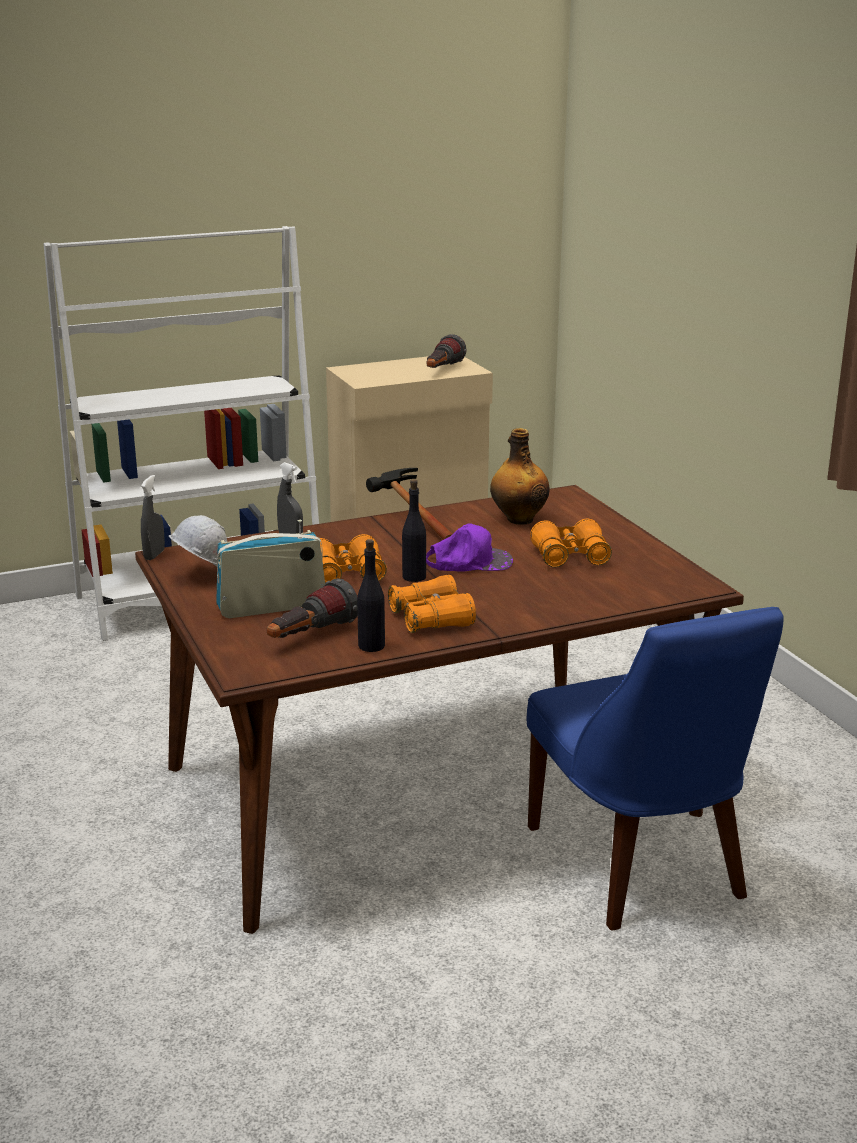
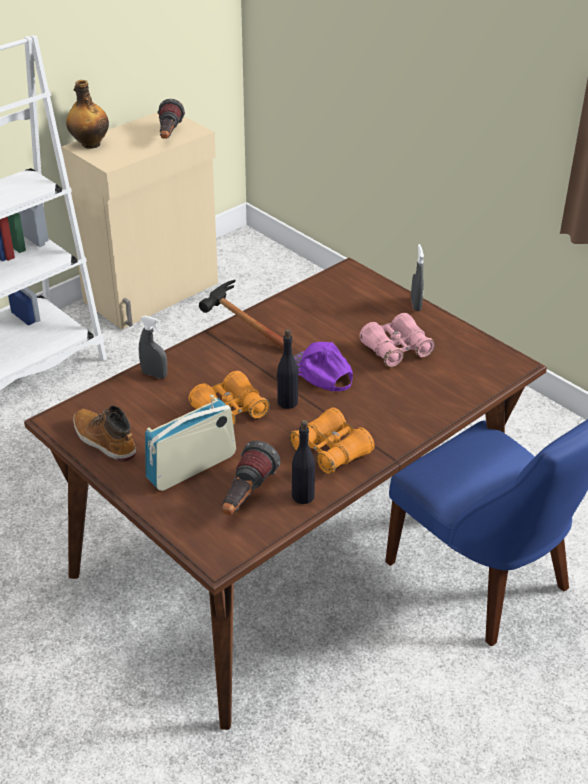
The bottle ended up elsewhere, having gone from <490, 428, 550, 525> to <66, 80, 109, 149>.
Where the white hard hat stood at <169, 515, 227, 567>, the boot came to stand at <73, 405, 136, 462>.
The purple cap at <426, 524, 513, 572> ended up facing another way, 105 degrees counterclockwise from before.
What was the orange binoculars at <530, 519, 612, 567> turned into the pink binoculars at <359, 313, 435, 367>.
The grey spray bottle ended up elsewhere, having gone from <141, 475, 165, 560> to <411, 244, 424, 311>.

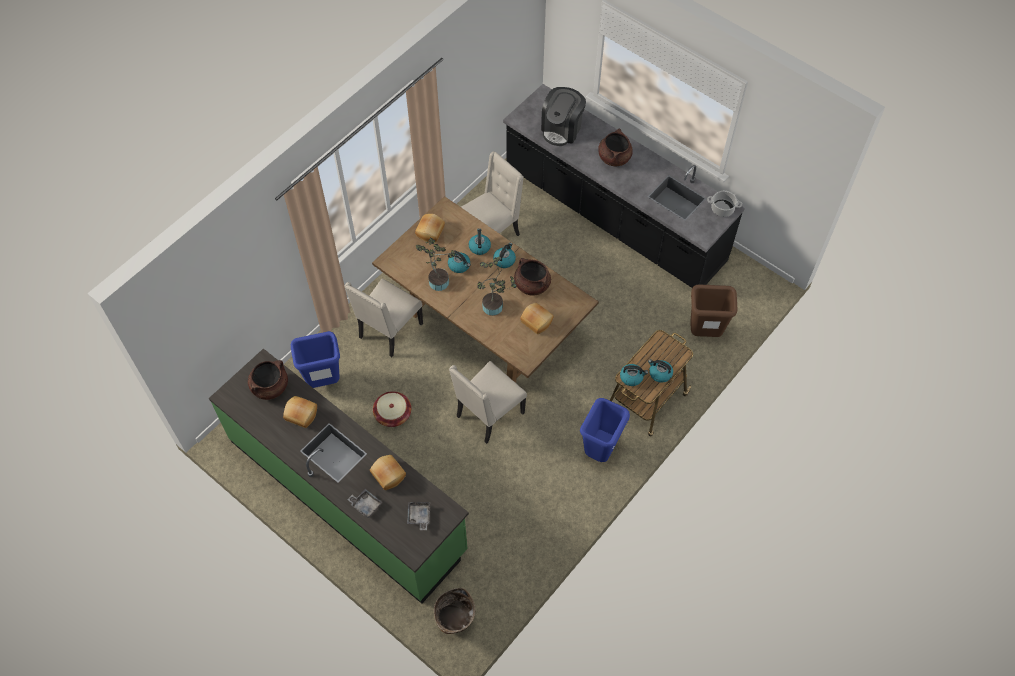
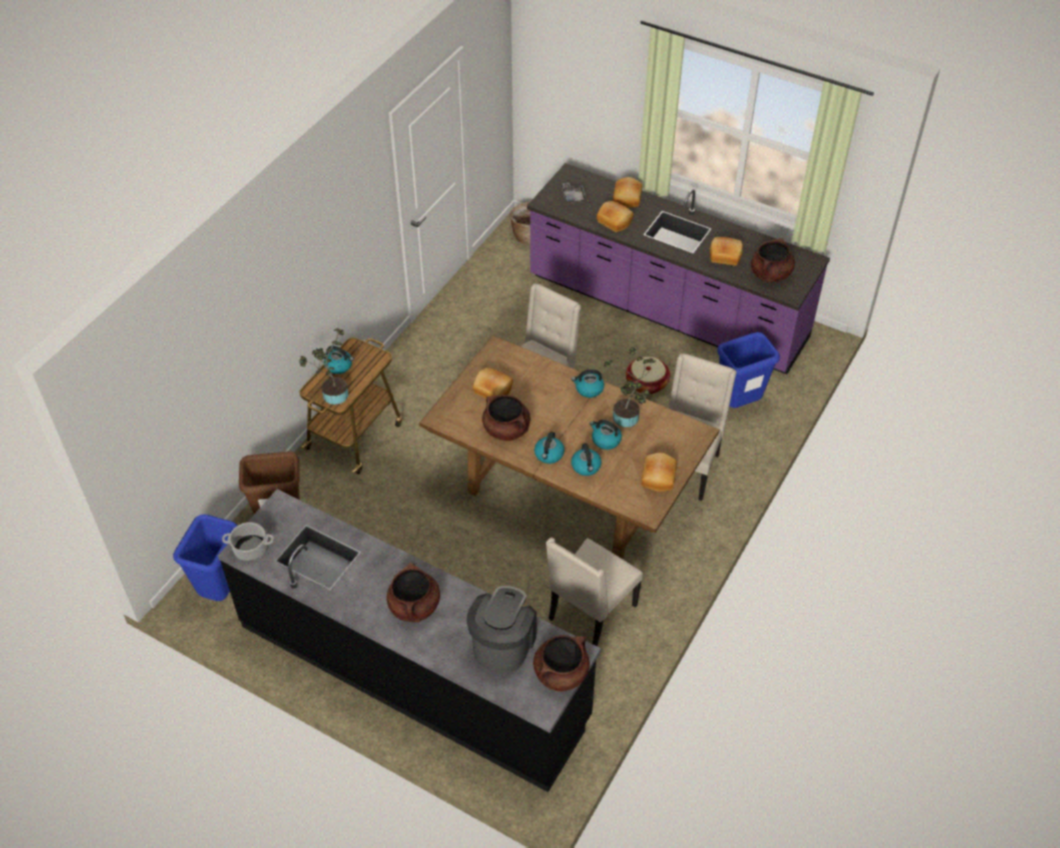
The blue trash can ended up elsewhere, having gone from <580, 398, 630, 462> to <173, 514, 238, 601>.
The potted plant ended up elsewhere, having gone from <477, 257, 517, 316> to <299, 328, 349, 405>.
What was the green counter at <209, 348, 469, 604> turned into the purple counter at <527, 163, 830, 375>.
The second view gained the brown cooking pot at <533, 635, 590, 691>.
The kettle ended up elsewhere, having gone from <620, 364, 648, 386> to <571, 370, 604, 398>.
Where the grey tray stood at <347, 489, 383, 518>, the bread came to stand at <613, 177, 642, 208>.

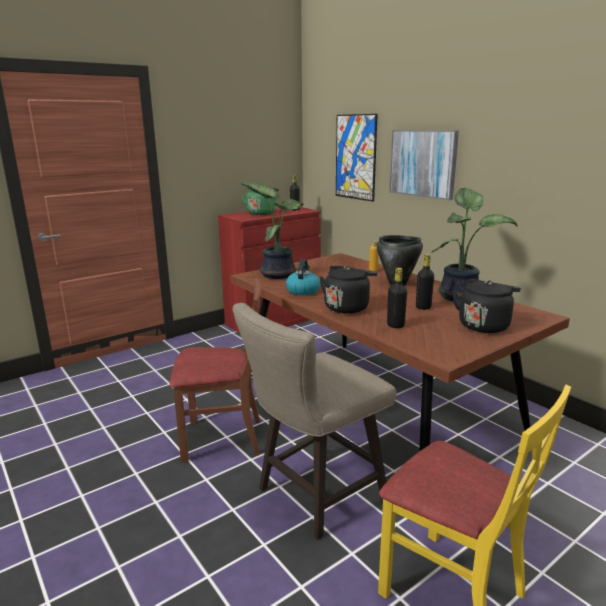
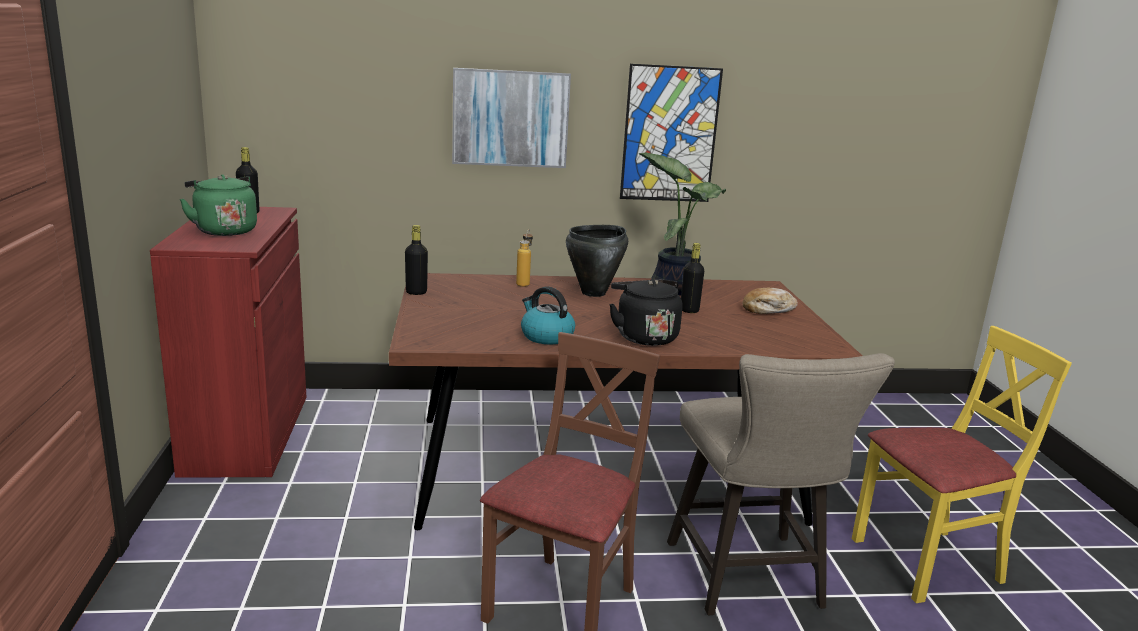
The black bottle ended up elsewhere, having gone from <387, 268, 407, 328> to <405, 225, 428, 295>.
The picture ended up elsewhere, having gone from <336, 114, 378, 202> to <620, 64, 723, 202>.
Where the black kettle stood at <452, 279, 521, 333>, the bread came to stand at <743, 287, 798, 314>.
The second view lost the potted plant at <240, 182, 303, 279>.

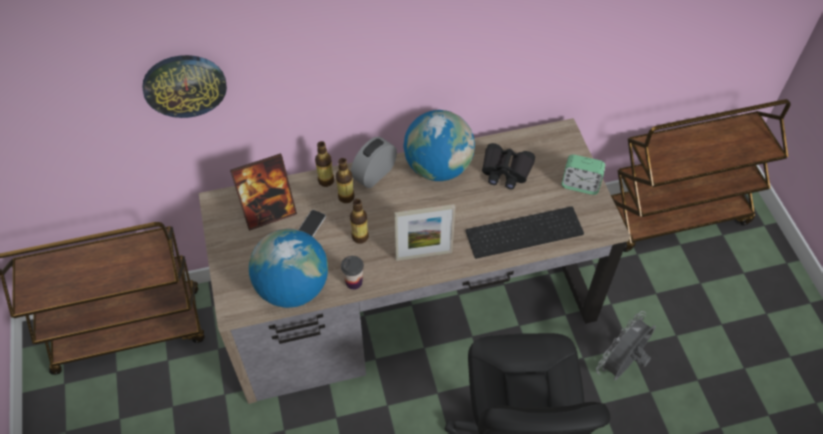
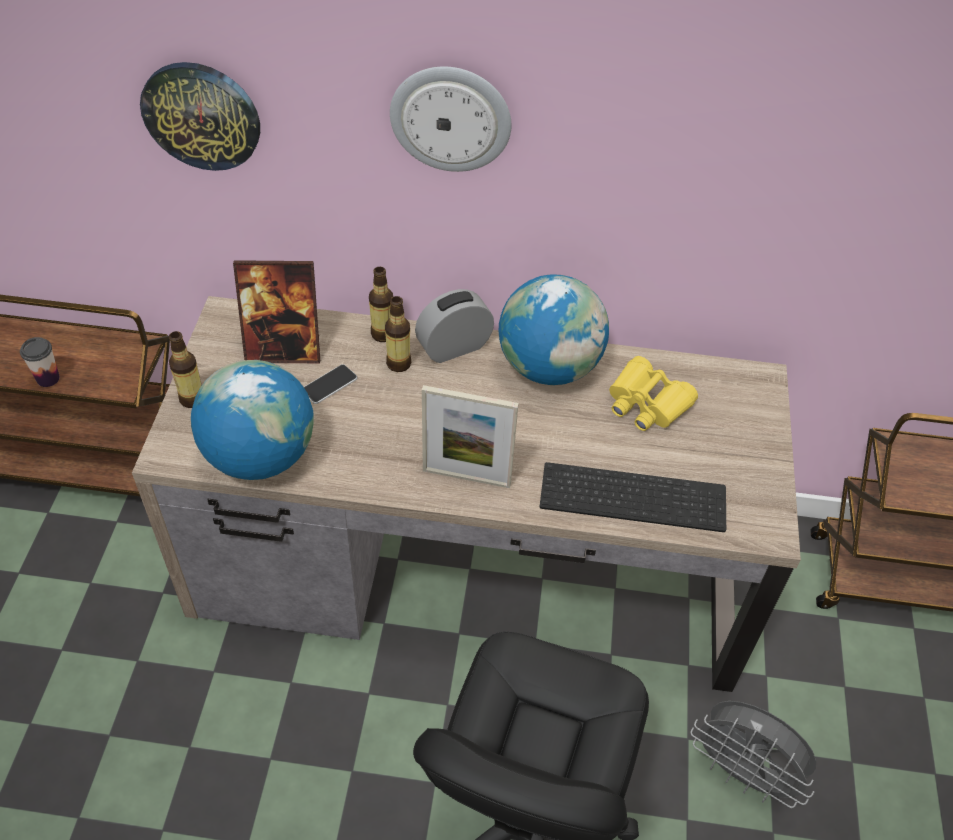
The cup ended up elsewhere, having gone from <341, 256, 364, 290> to <20, 337, 60, 387>.
The bottle ended up elsewhere, having gone from <350, 199, 369, 244> to <169, 331, 202, 408>.
The second view gained the wall clock at <390, 66, 511, 172>.
What was the black binoculars at <482, 143, 535, 189> turned into the yellow binoculars at <609, 356, 698, 431>.
The grey fan at <596, 311, 656, 380> ended up facing another way, 120 degrees counterclockwise from before.
The second view lost the alarm clock at <562, 154, 605, 195>.

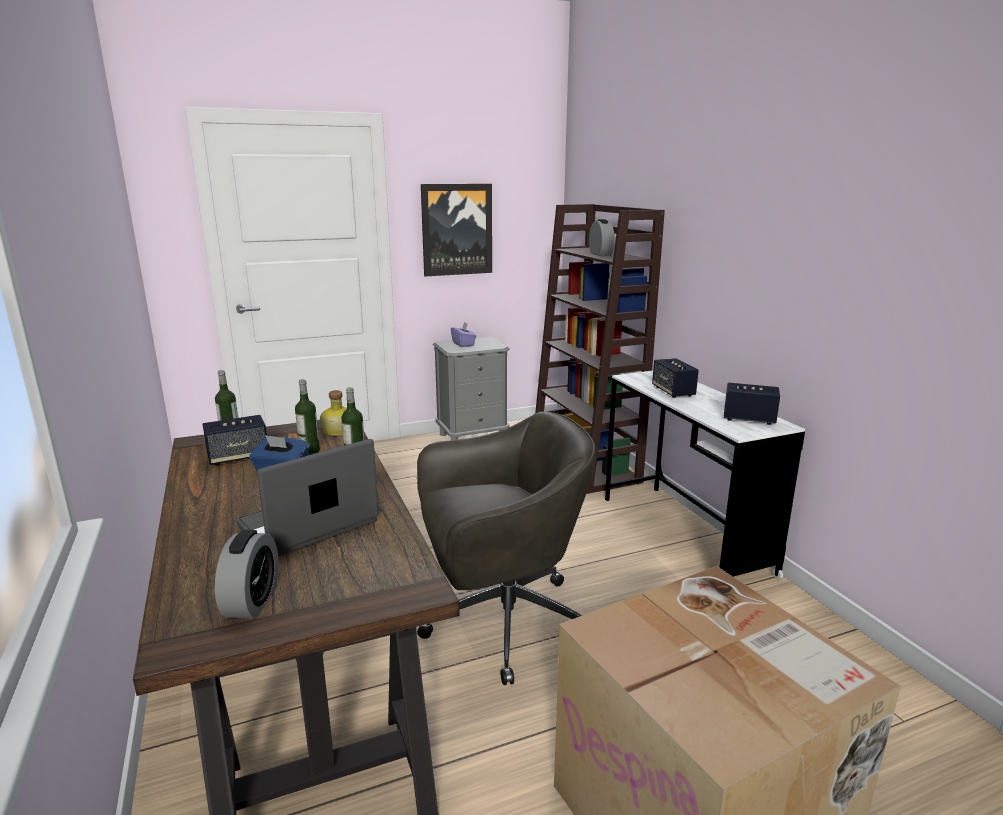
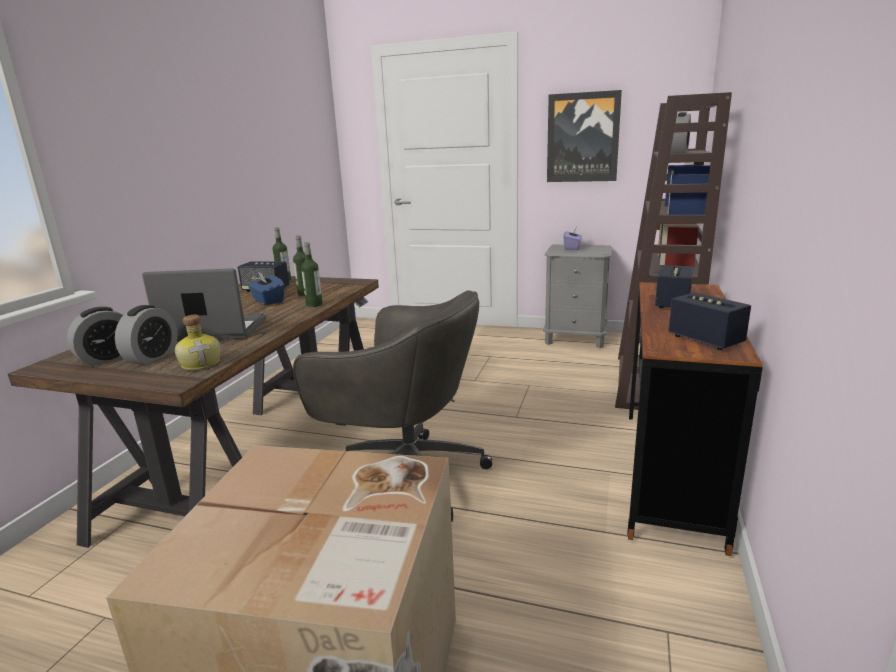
The second view gained the alarm clock at <115, 305, 178, 365>.
The bottle ended up elsewhere, having gone from <320, 390, 347, 436> to <175, 315, 220, 370>.
What was the white desk at <605, 371, 805, 579> turned into the brown desk at <627, 282, 763, 556>.

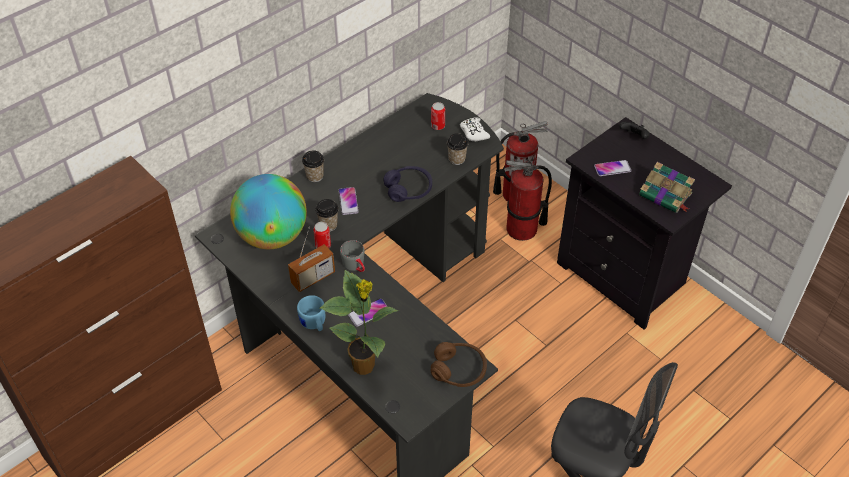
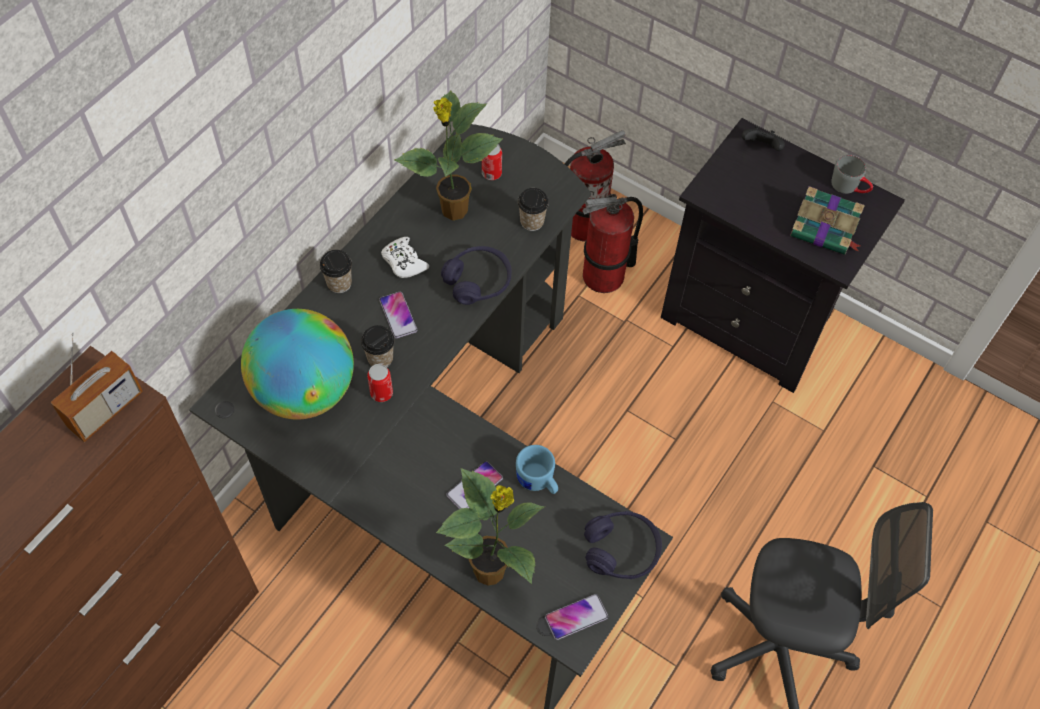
The radio ended up elsewhere, having gone from <288, 227, 335, 292> to <50, 333, 143, 442>.
The white game controller ended up elsewhere, having gone from <460, 117, 490, 142> to <381, 237, 429, 278>.
The second view gained the potted plant at <394, 90, 503, 220>.
The blue mug ended up elsewhere, having gone from <297, 295, 325, 331> to <516, 445, 558, 494>.
The phone ended up elsewhere, having gone from <594, 160, 631, 176> to <545, 594, 608, 640>.
What was the brown headphones at <430, 342, 487, 387> turned into the purple headphones at <584, 511, 662, 579>.
The grey mug ended up elsewhere, having gone from <340, 240, 365, 272> to <831, 155, 873, 194>.

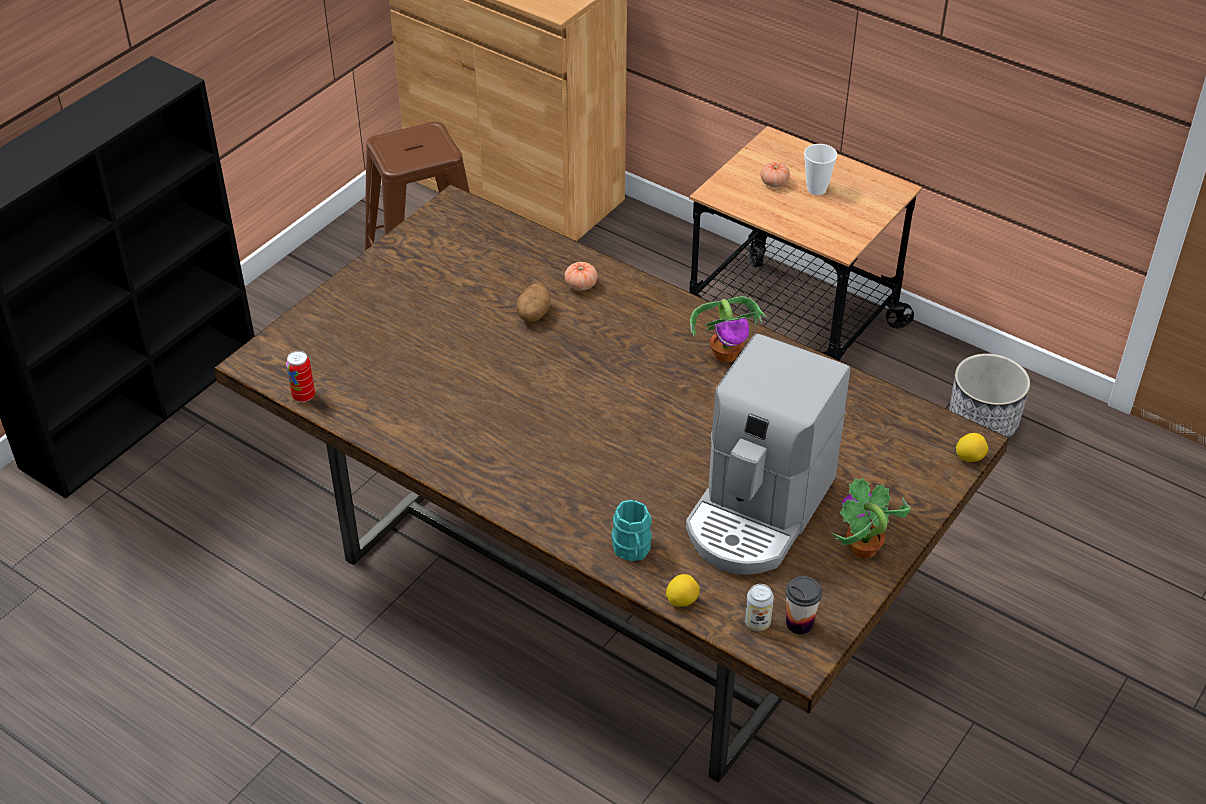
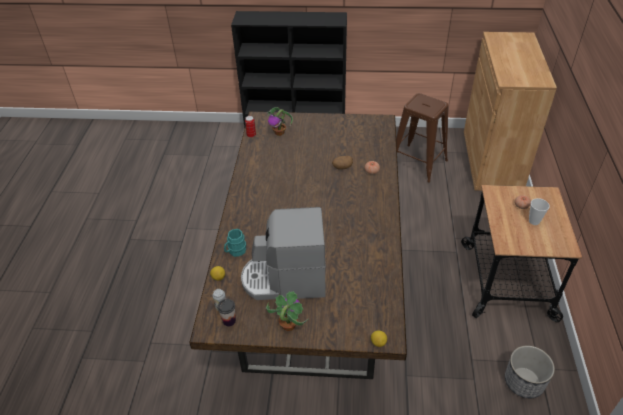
The potted plant ended up elsewhere, having gone from <690, 296, 767, 362> to <267, 107, 293, 136>.

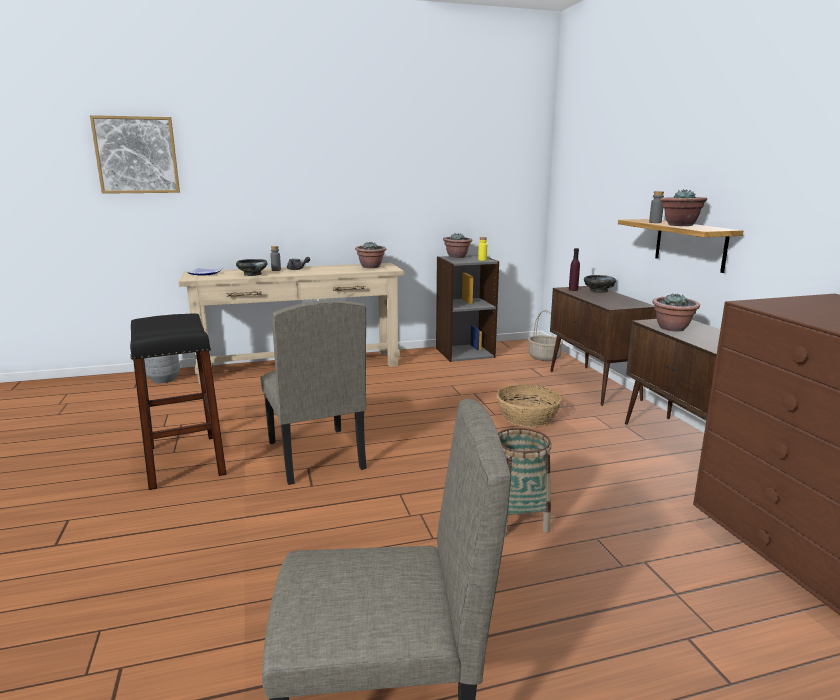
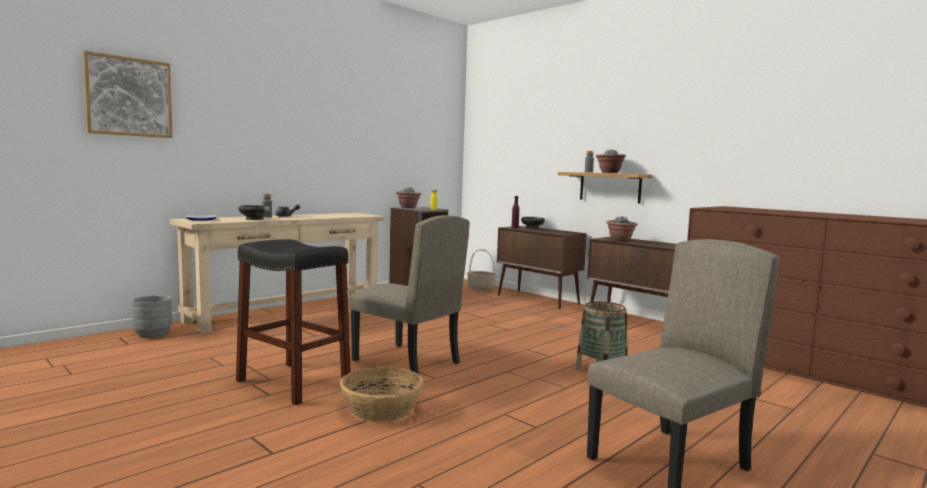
The basket ended up elsewhere, having gone from <497, 385, 562, 427> to <340, 366, 424, 422>.
The second view lost the potted plant at <355, 242, 386, 268>.

